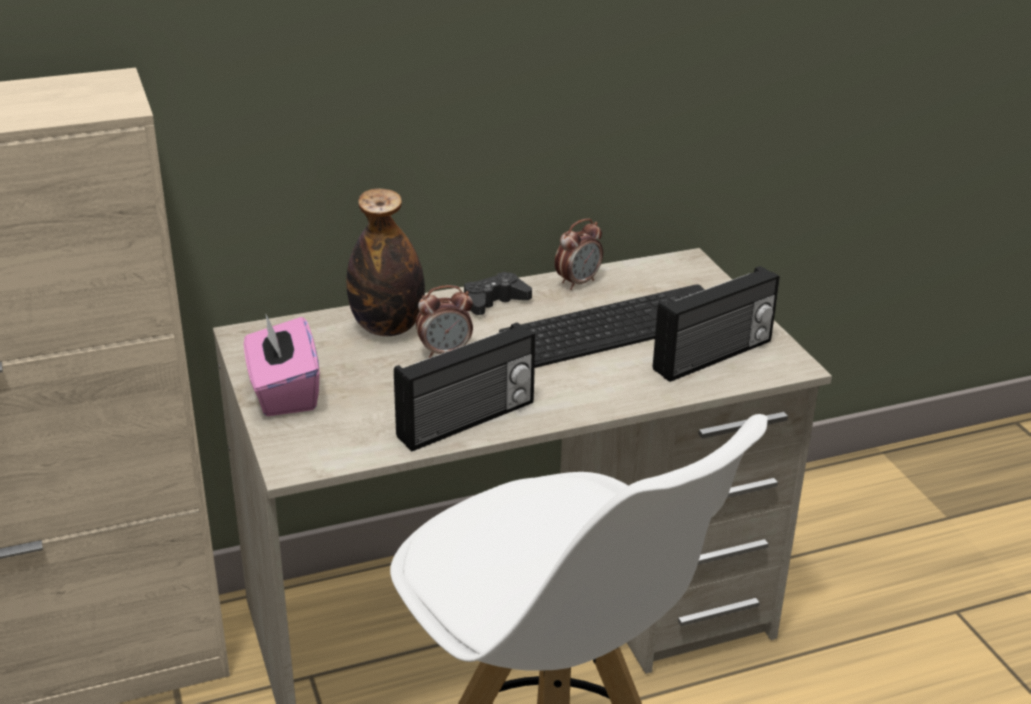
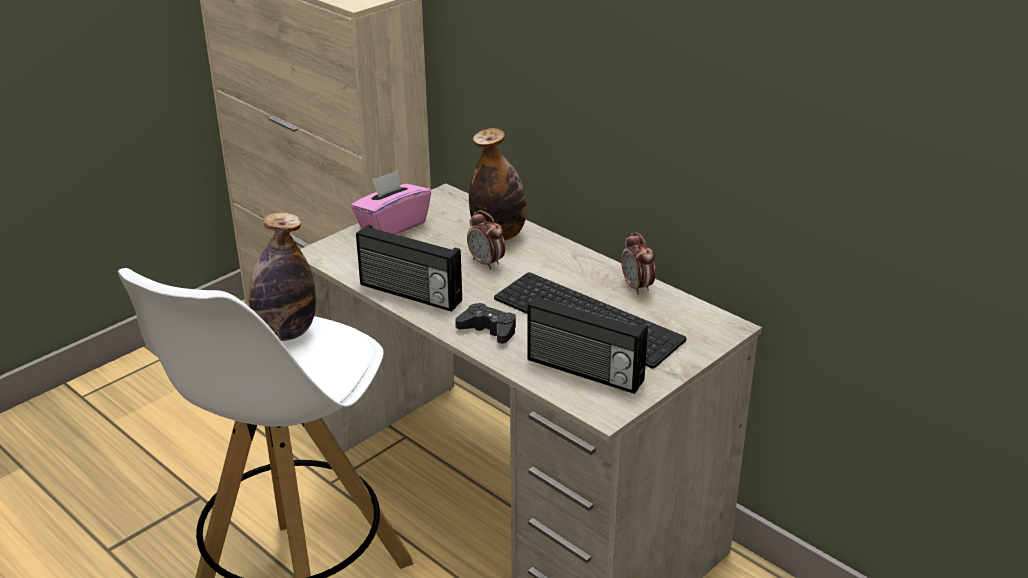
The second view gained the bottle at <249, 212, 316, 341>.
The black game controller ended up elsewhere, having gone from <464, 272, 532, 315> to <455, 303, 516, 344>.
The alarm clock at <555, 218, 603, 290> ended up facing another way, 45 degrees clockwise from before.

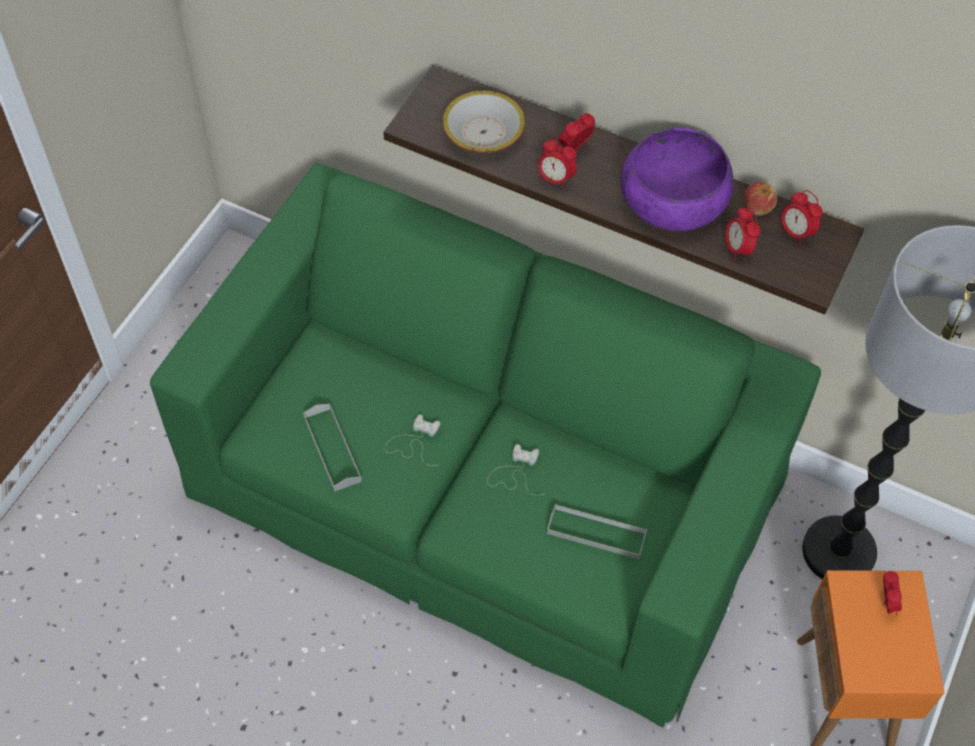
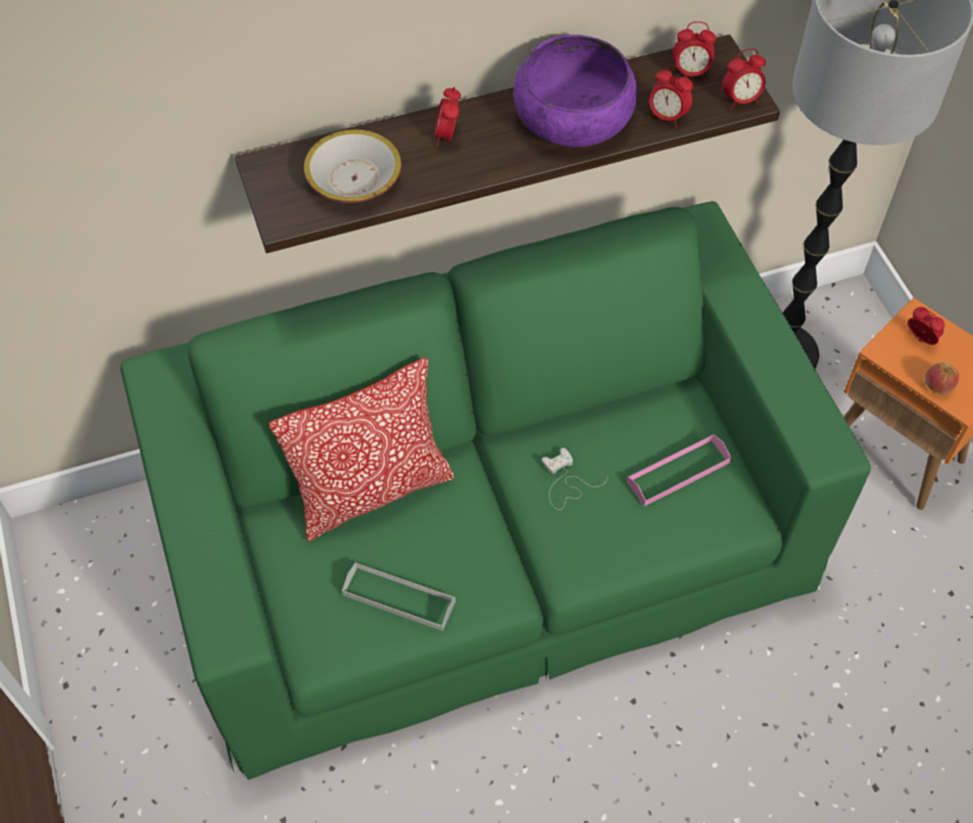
The second view gained the pillow at <269, 357, 454, 542>.
What was the grey tray at <547, 504, 647, 559> turned into the pink tray at <627, 434, 731, 506>.
The alarm clock ended up elsewhere, having gone from <538, 136, 577, 190> to <722, 48, 766, 109>.
The apple ended up elsewhere, having gone from <744, 182, 777, 215> to <925, 363, 959, 394>.
The second view lost the white game controller at <385, 415, 441, 466>.

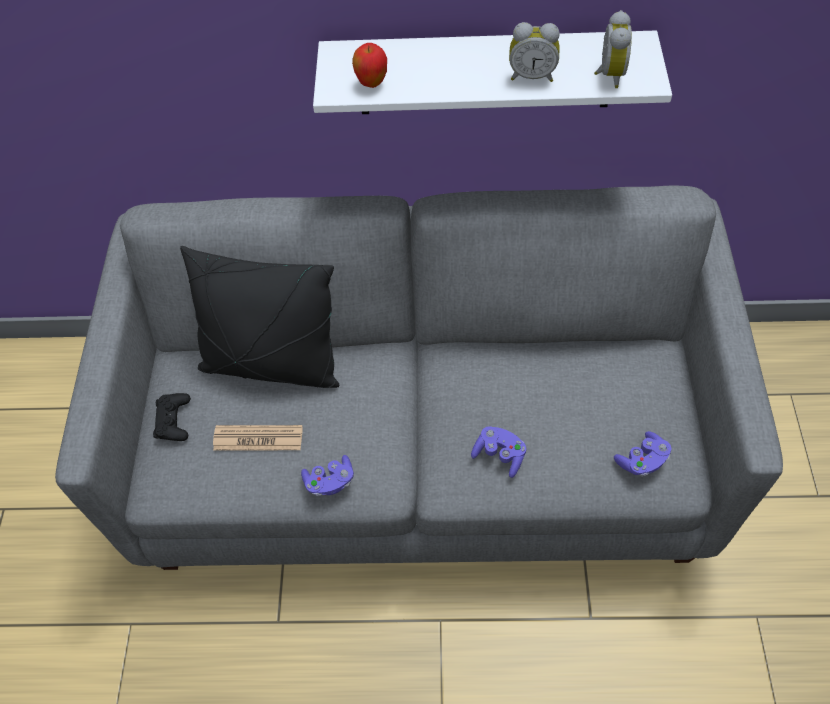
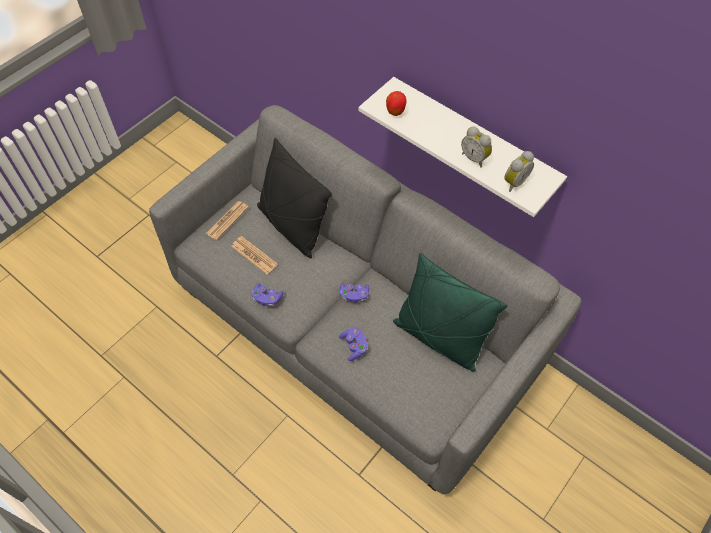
Where the black game controller stood at <153, 393, 191, 441>, the newspaper came to stand at <206, 201, 249, 240>.
The purple game controller ended up elsewhere, having gone from <614, 431, 671, 477> to <340, 283, 369, 303>.
The second view gained the green pillow at <393, 253, 508, 372>.

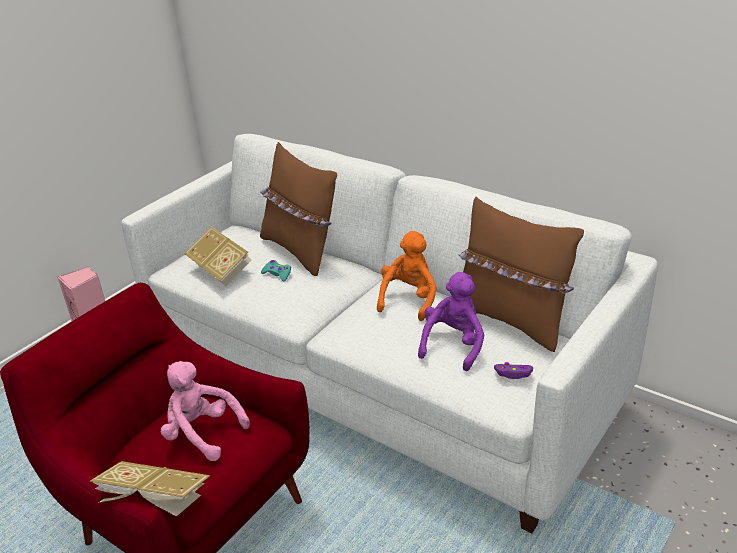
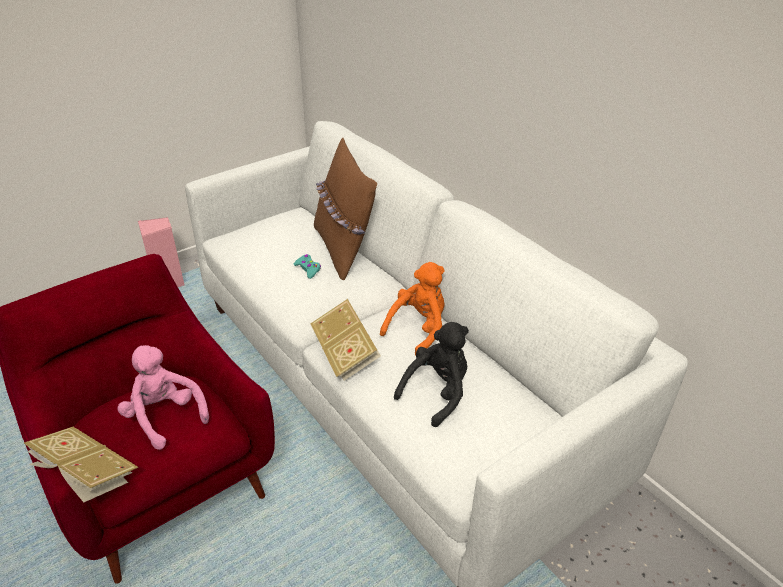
The book ended up elsewhere, having gone from <184, 227, 252, 286> to <311, 299, 381, 381>.
What was the purple plush toy at <418, 272, 485, 371> turned into the black plush toy at <394, 322, 469, 427>.
The second view lost the brown pillow at <459, 197, 584, 352>.
The second view lost the purple game controller at <494, 362, 533, 379>.

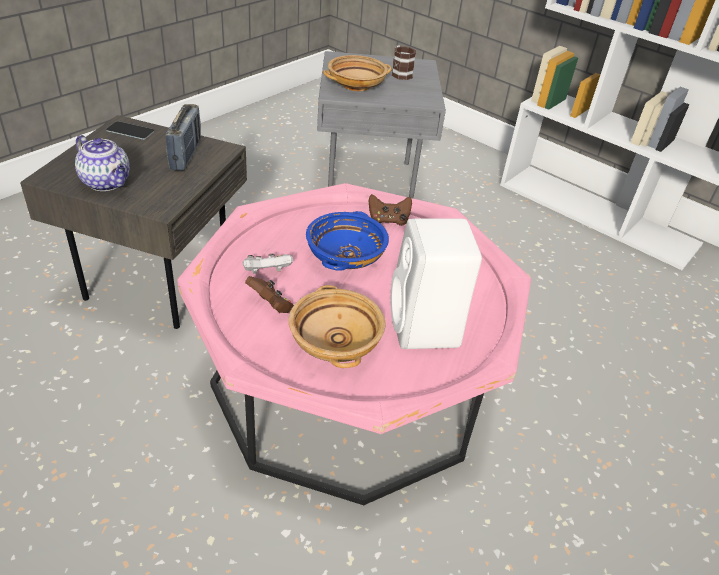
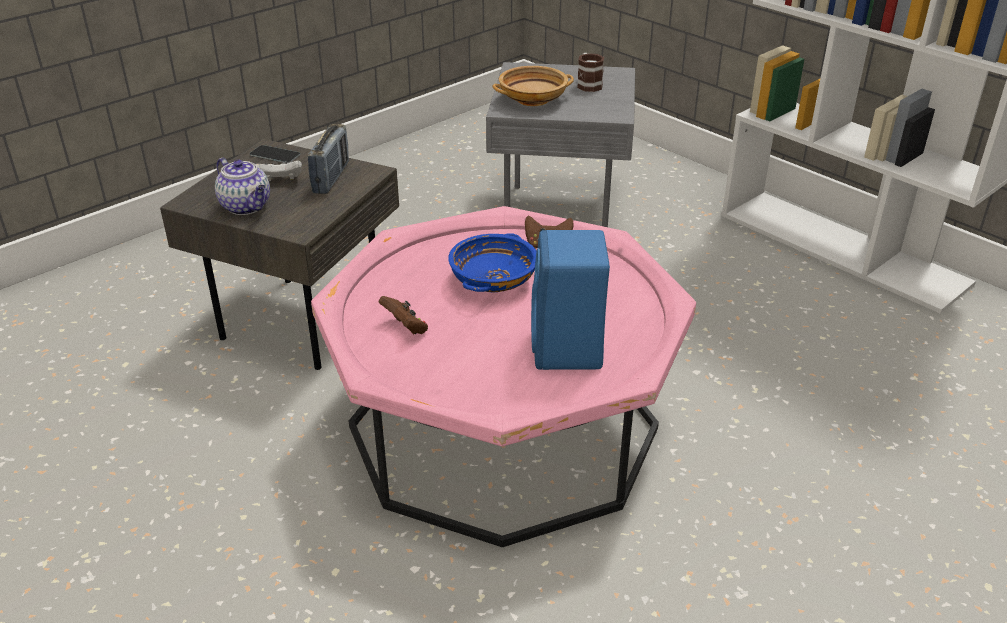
The white game controller ended up elsewhere, having gone from <243, 254, 293, 274> to <255, 161, 302, 181>.
What was the white speaker at <391, 219, 482, 349> turned into the blue speaker at <531, 230, 610, 370>.
The second view lost the beige bowl at <289, 285, 385, 368>.

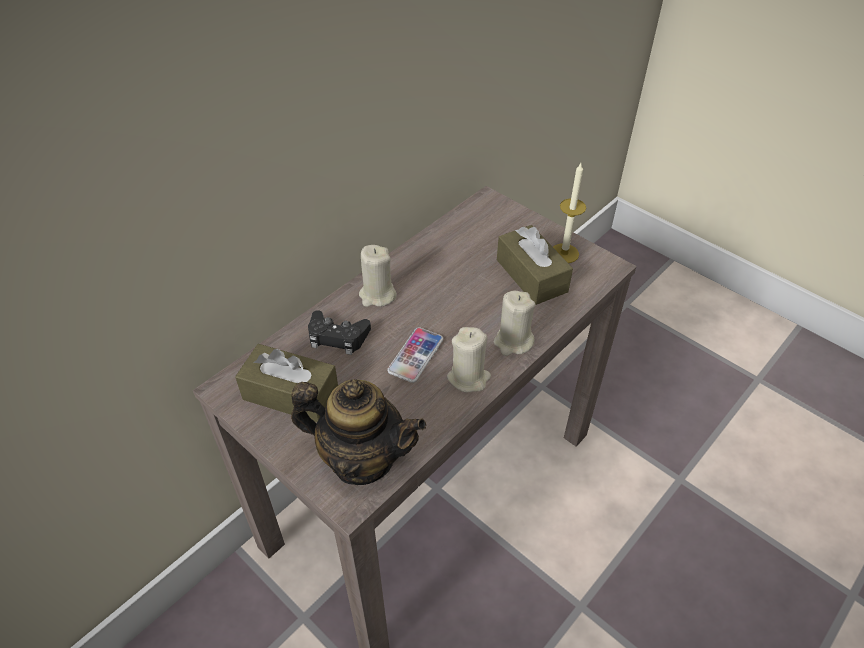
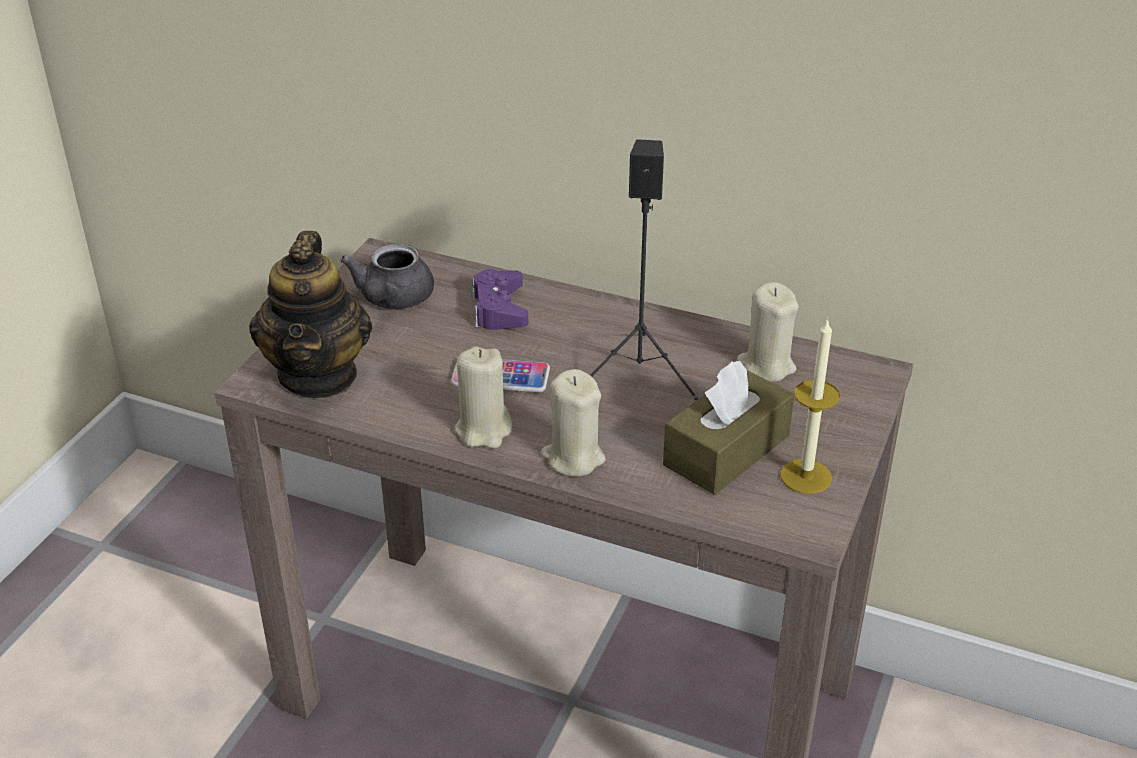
Where the brown tissue box stood at <235, 344, 338, 423>, the grey teapot came to stand at <340, 244, 434, 309>.
What was the black game controller at <308, 310, 371, 355> turned into the purple game controller at <472, 269, 528, 330>.
The second view gained the black speaker at <590, 139, 698, 400>.
The beige candle ended up elsewhere, having gone from <359, 245, 397, 307> to <737, 282, 799, 382>.

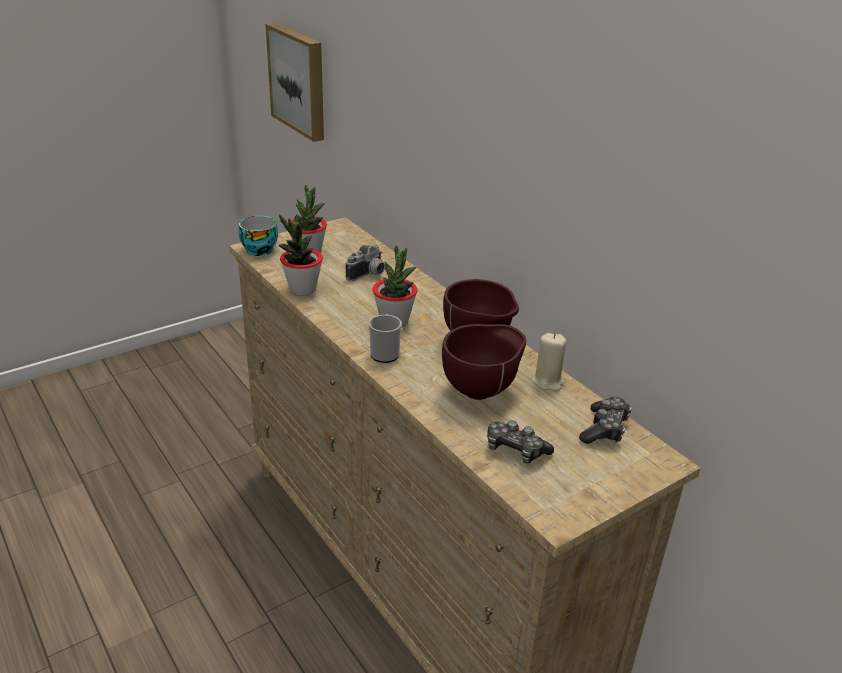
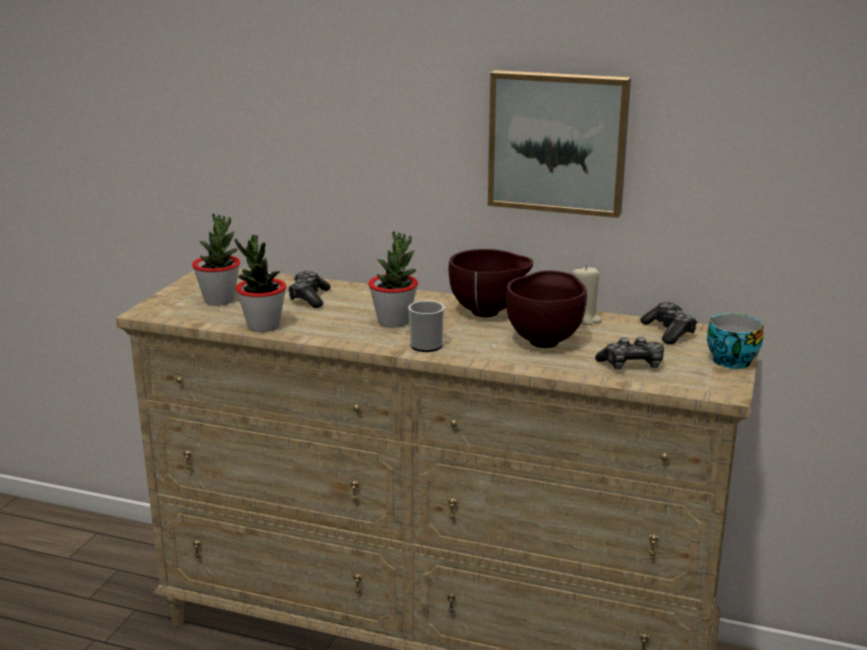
Where the photo camera stood at <346, 245, 385, 281>, the game controller came to stand at <288, 271, 331, 308>.
The picture ended up elsewhere, having gone from <266, 23, 324, 142> to <488, 70, 631, 218>.
The cup ended up elsewhere, having gone from <239, 216, 278, 256> to <707, 313, 763, 369>.

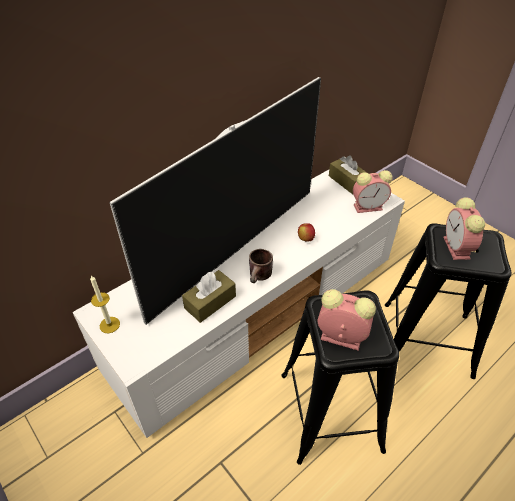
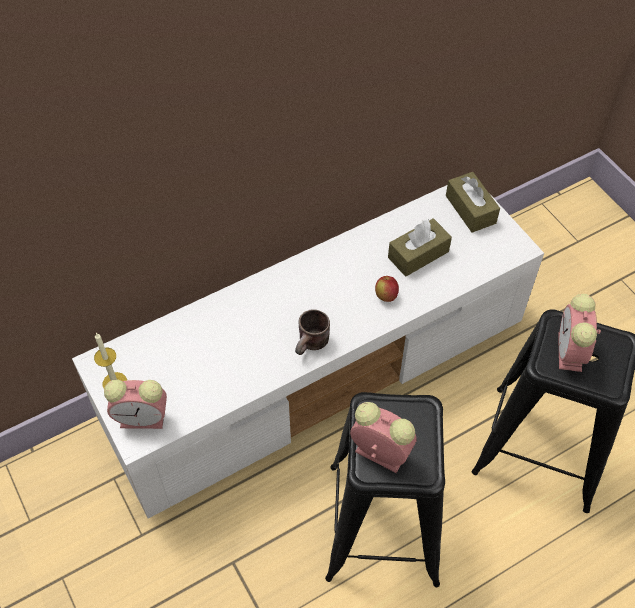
The alarm clock ended up elsewhere, having gone from <353, 170, 393, 213> to <104, 379, 167, 429>.
The brown tissue box ended up elsewhere, having gone from <182, 270, 236, 323> to <388, 218, 452, 277>.
The second view lost the television at <109, 77, 321, 325>.

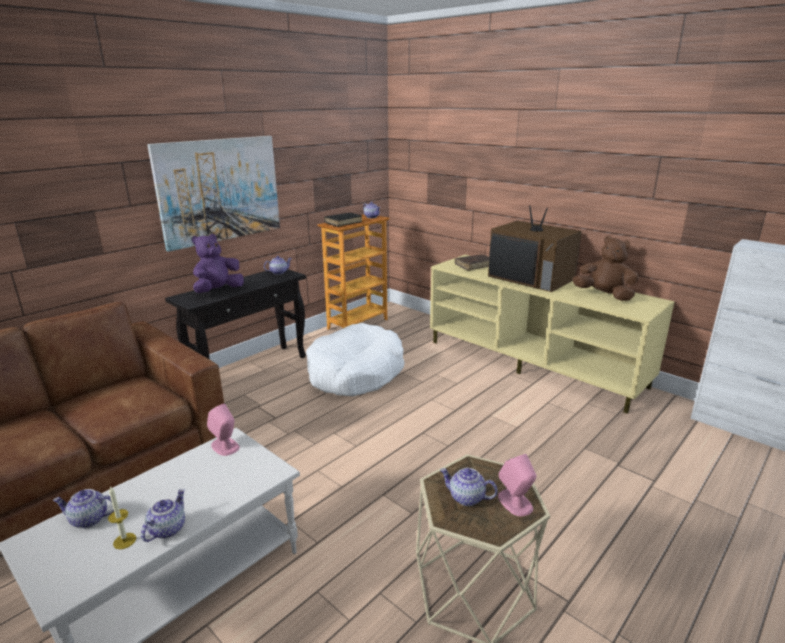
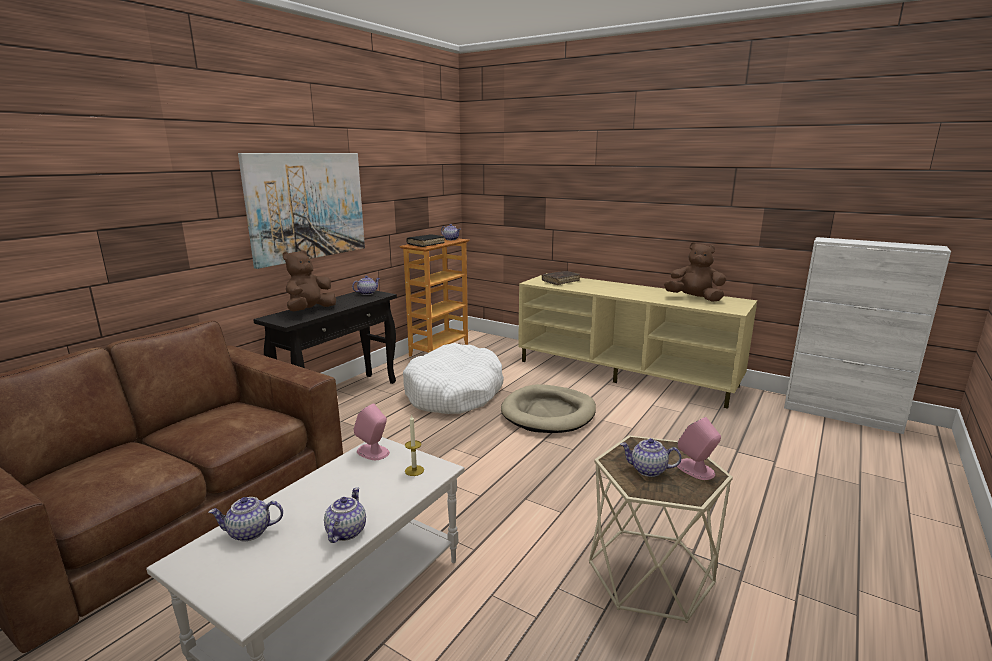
What was the purple plush toy at <192, 234, 244, 293> turned into the brown plush toy at <283, 250, 336, 311>.
The candle ended up elsewhere, having gone from <108, 486, 136, 549> to <405, 414, 424, 476>.
The second view gained the beige dog bed at <501, 384, 596, 433>.
The second view lost the television at <488, 205, 582, 292>.

